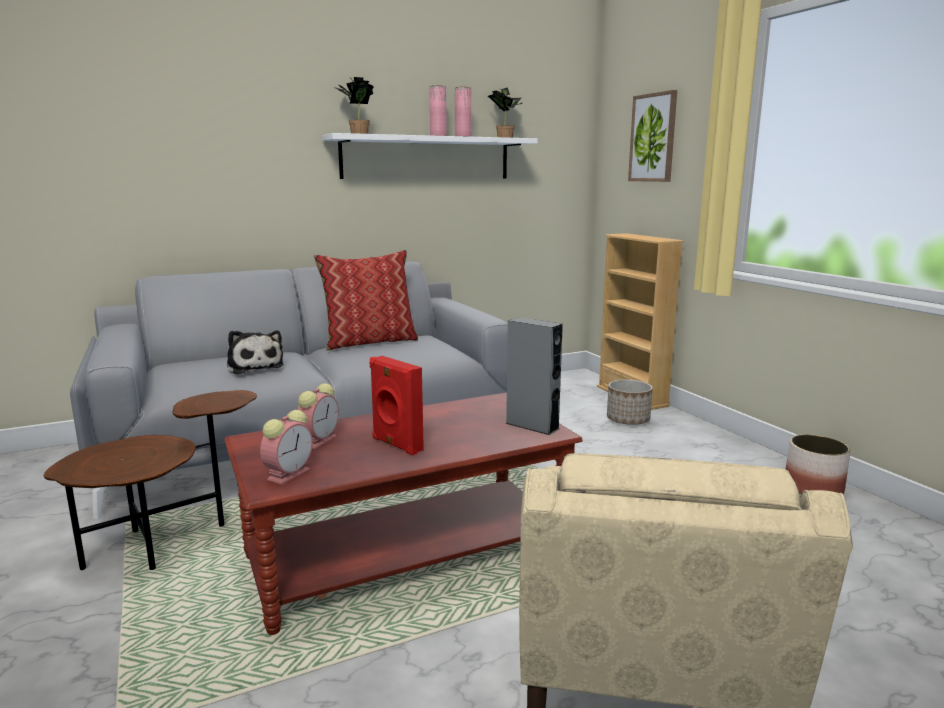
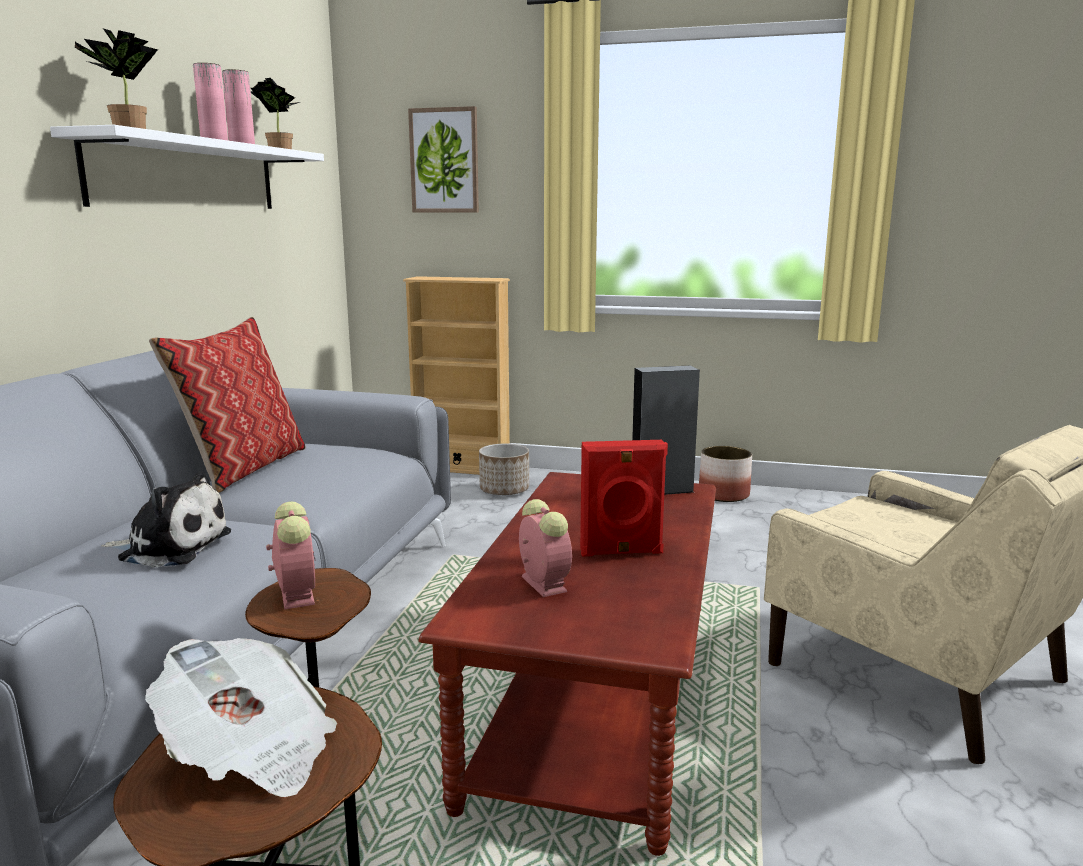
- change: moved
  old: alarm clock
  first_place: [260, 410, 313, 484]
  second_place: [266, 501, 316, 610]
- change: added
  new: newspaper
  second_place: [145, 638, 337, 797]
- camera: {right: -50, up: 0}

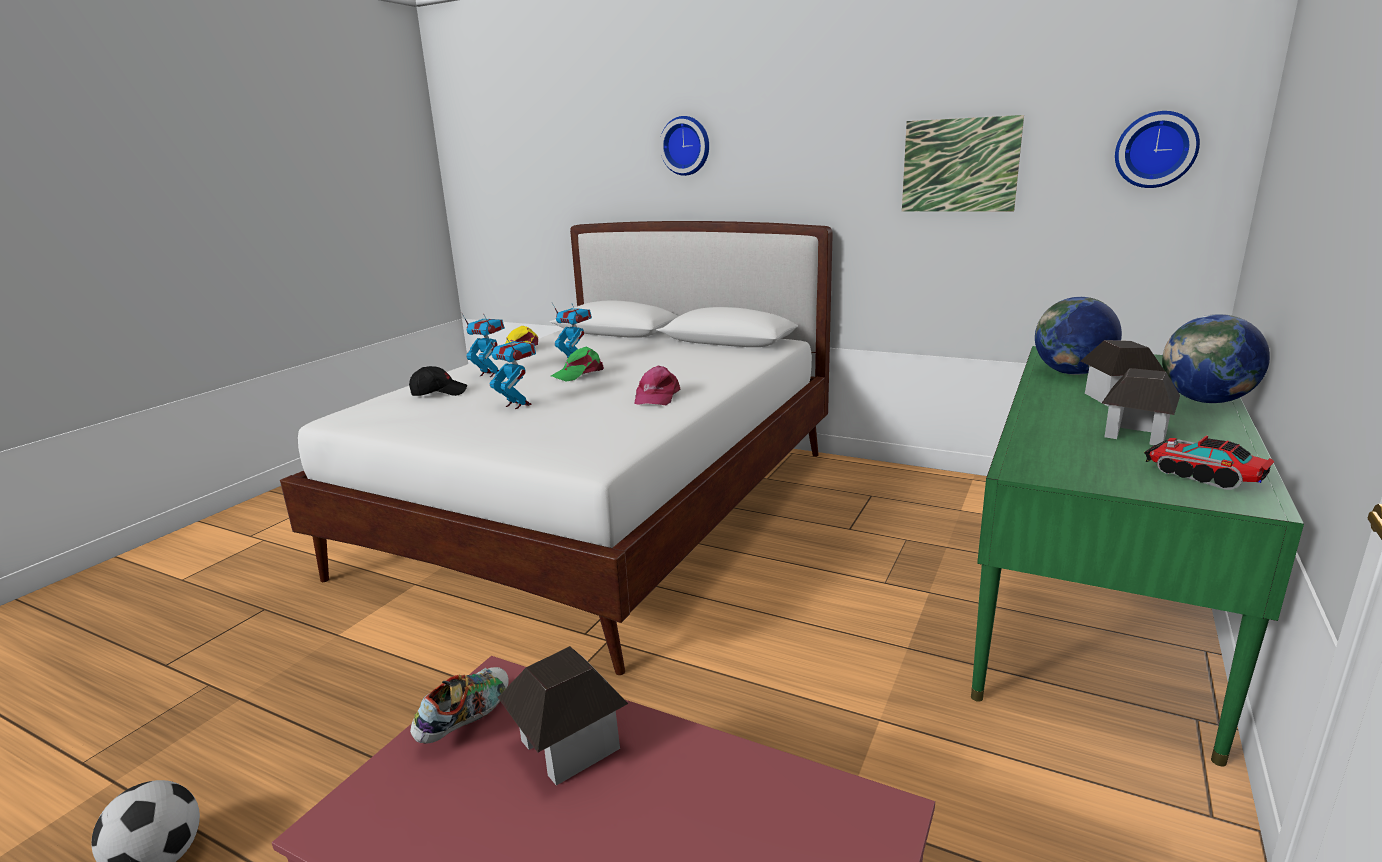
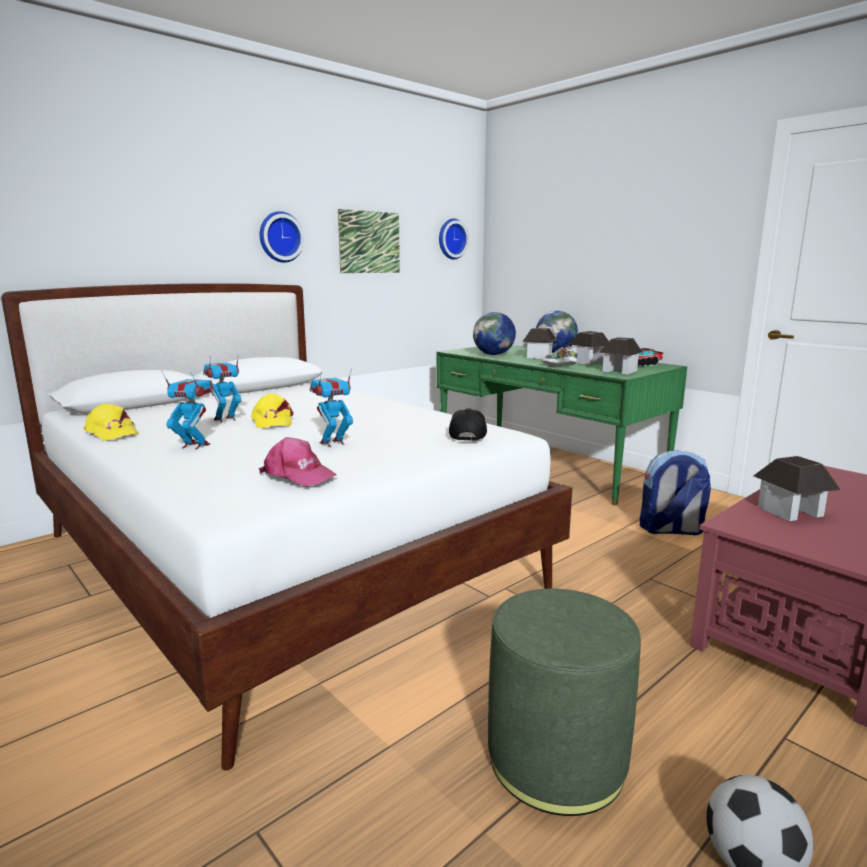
- change: moved
  old: cap in black
  first_place: [409, 366, 467, 396]
  second_place: [449, 408, 487, 441]
- change: moved
  old: shoe
  first_place: [410, 667, 509, 744]
  second_place: [541, 345, 578, 366]
- change: turned
  old: toy robot
  first_place: [462, 314, 505, 377]
  second_place: [161, 371, 215, 450]
  degrees: 60
- change: recoloured
  old: cap in green
  new: cap in yellow
  first_place: [551, 347, 604, 382]
  second_place: [251, 393, 294, 428]
- change: moved
  old: cap in pink
  first_place: [635, 366, 681, 405]
  second_place: [259, 437, 337, 486]
- change: moved
  old: wall clock
  first_place: [660, 116, 709, 176]
  second_place: [260, 211, 304, 263]
- change: added
  new: ottoman in green
  second_place: [488, 589, 641, 816]
- change: added
  new: toy house
  second_place: [599, 337, 642, 374]
- change: added
  new: backpack
  second_place: [640, 450, 711, 535]
- camera: {right: -70, up: -5}

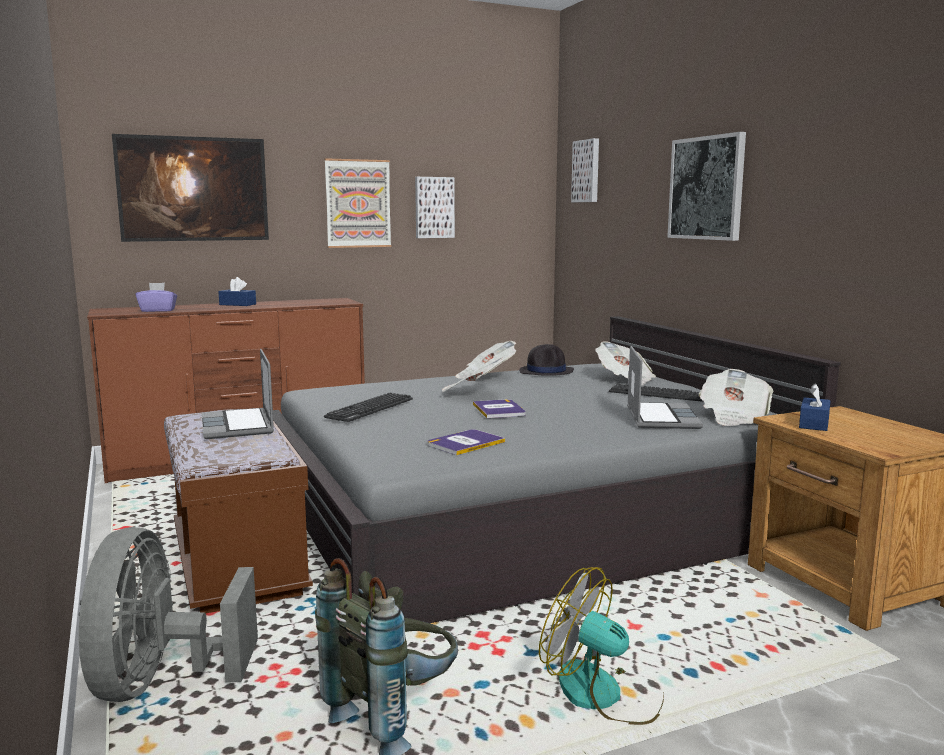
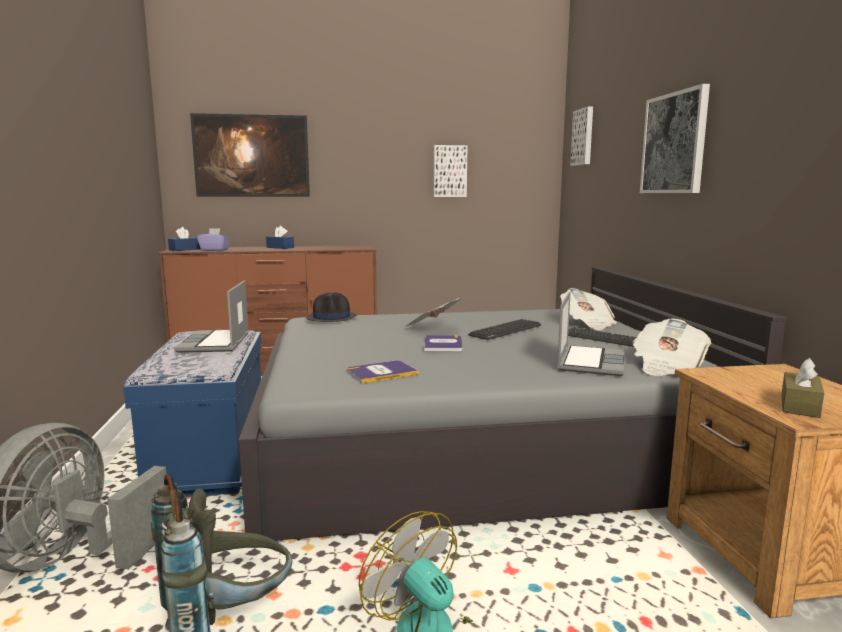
- change: recoloured
  old: bench in brown
  new: bench in blue
  first_place: [164, 409, 313, 614]
  second_place: [123, 329, 262, 497]
- change: moved
  old: keyboard
  first_place: [324, 393, 413, 422]
  second_place: [468, 319, 541, 340]
- change: removed
  old: picture
  first_place: [325, 158, 391, 248]
- change: removed
  old: newspaper
  first_place: [456, 341, 516, 379]
- change: moved
  old: hat in black
  first_place: [519, 344, 574, 376]
  second_place: [306, 292, 357, 322]
- change: moved
  old: tissue box in blue
  first_place: [799, 383, 831, 431]
  second_place: [168, 227, 201, 251]
- change: added
  new: tissue box in brown
  second_place: [781, 358, 824, 418]
- camera: {right: 15, up: 0}

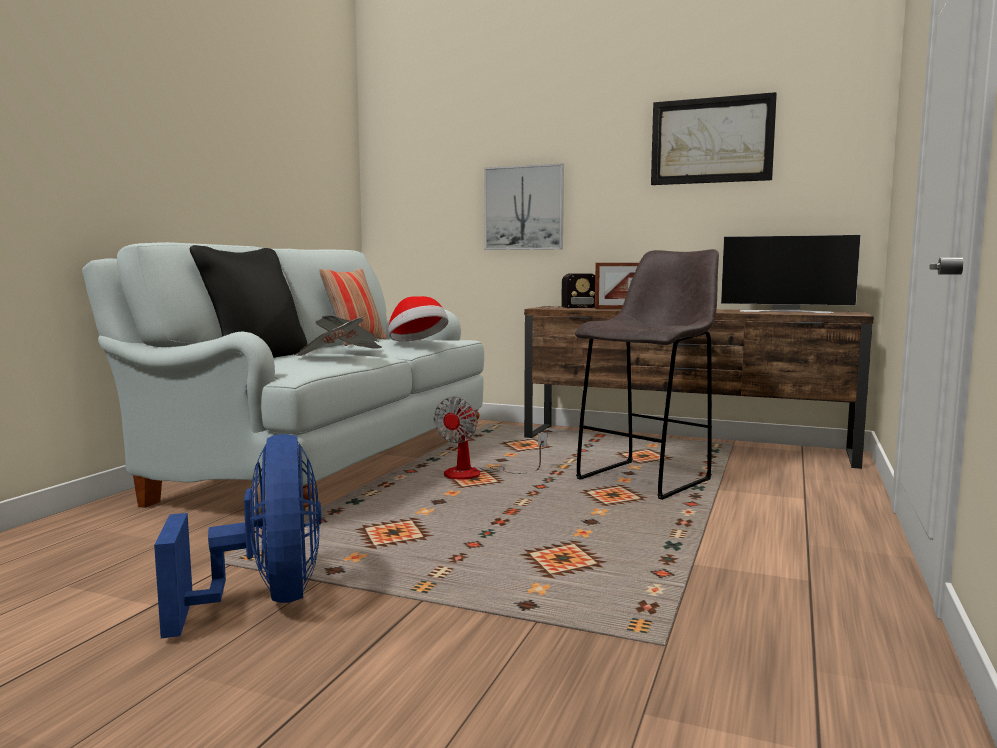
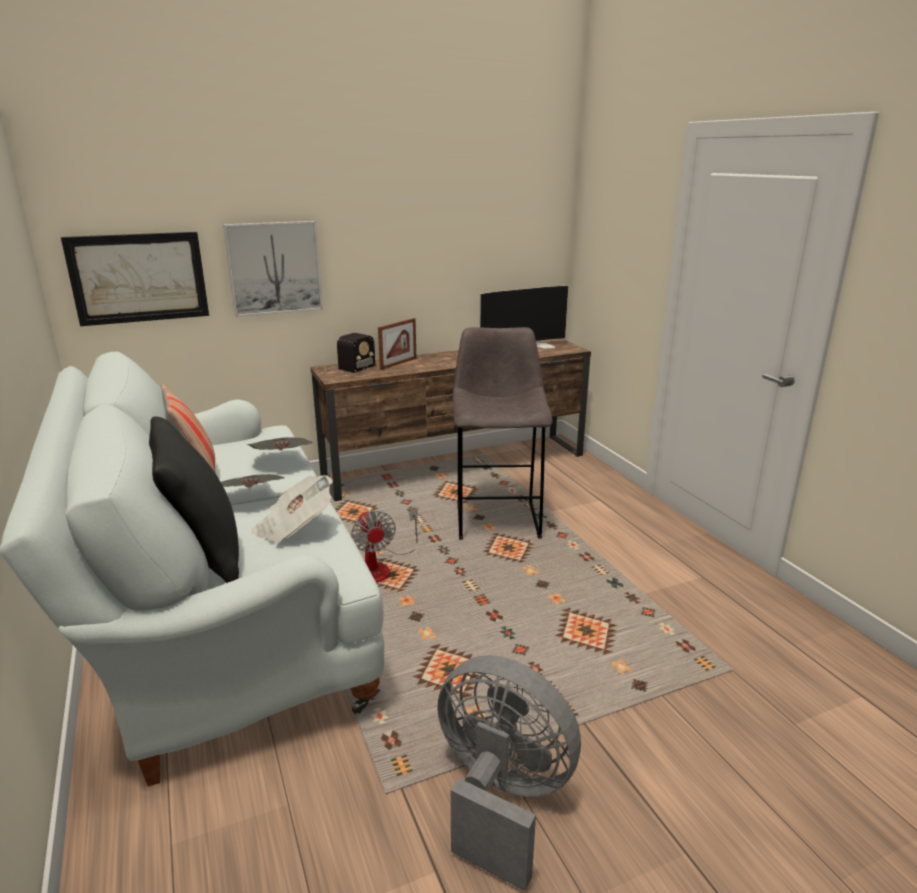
- change: recoloured
  old: fan in blue
  new: fan in grey
  first_place: [154, 434, 322, 639]
  second_place: [437, 655, 581, 891]
- change: replaced
  old: hat
  new: newspaper
  first_place: [388, 296, 448, 341]
  second_place: [246, 437, 313, 450]
- change: moved
  old: picture
  first_place: [651, 92, 777, 185]
  second_place: [61, 232, 209, 326]
- camera: {right: -45, up: 15}

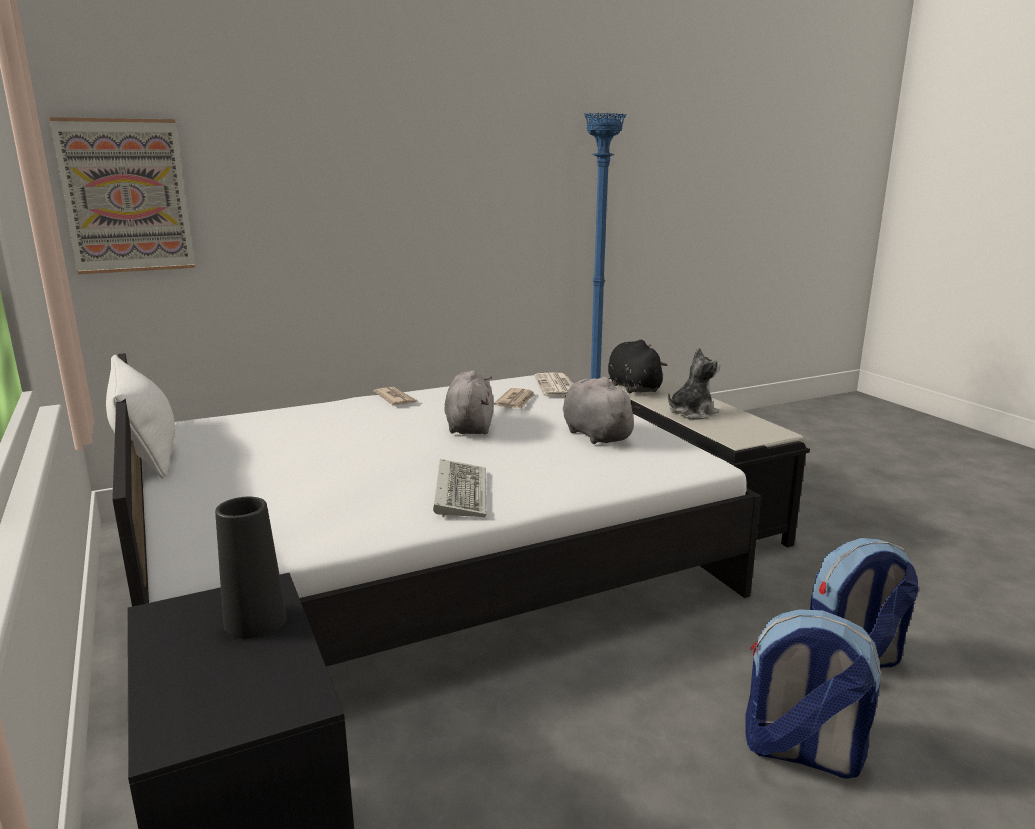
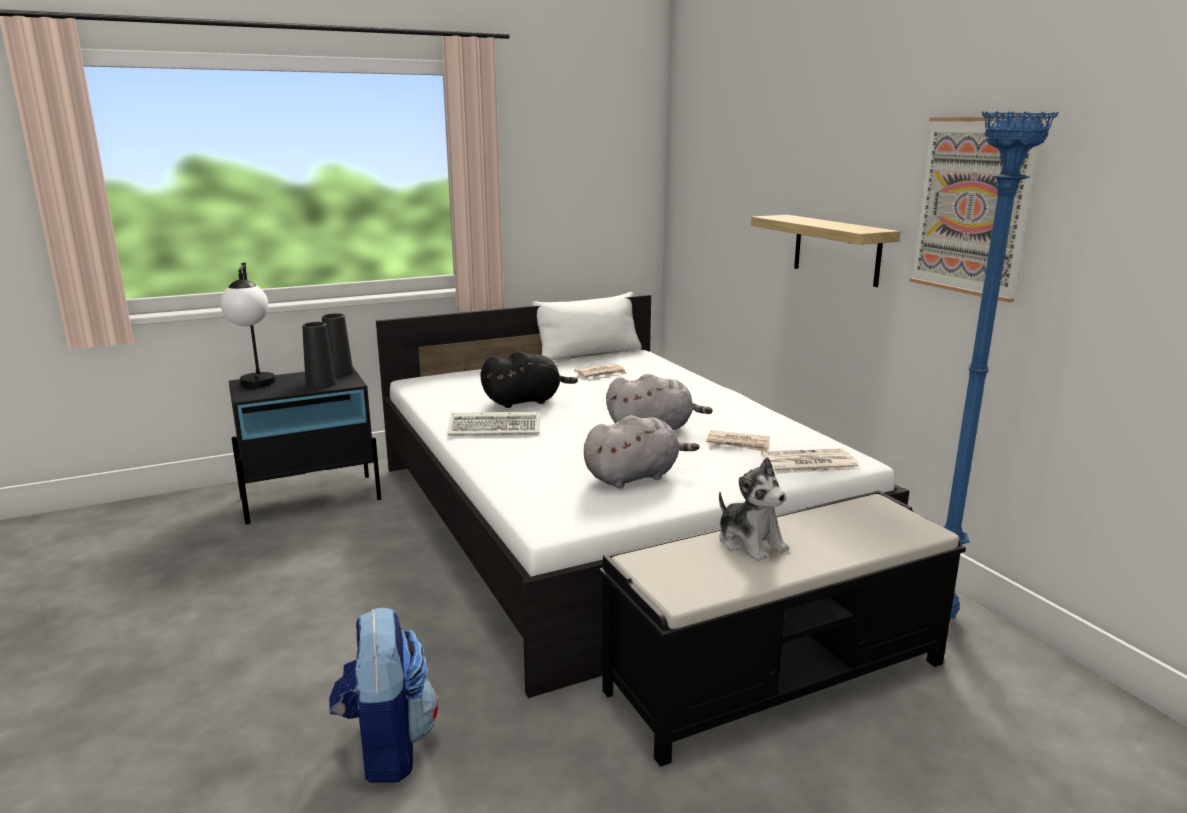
- change: moved
  old: picture
  first_place: [50, 117, 195, 274]
  second_place: [910, 117, 1044, 302]
- change: moved
  old: newspaper
  first_place: [374, 387, 418, 405]
  second_place: [574, 363, 627, 378]
- change: moved
  old: plush toy in black
  first_place: [608, 340, 667, 393]
  second_place: [480, 351, 578, 408]
- change: removed
  old: backpack
  first_place: [745, 609, 881, 779]
- change: added
  new: table lamp
  second_place: [221, 262, 276, 388]
- change: added
  new: vase in black
  second_place: [322, 313, 353, 377]
- change: added
  new: shelf
  second_place: [751, 215, 900, 287]
- camera: {right: 90, up: 0}

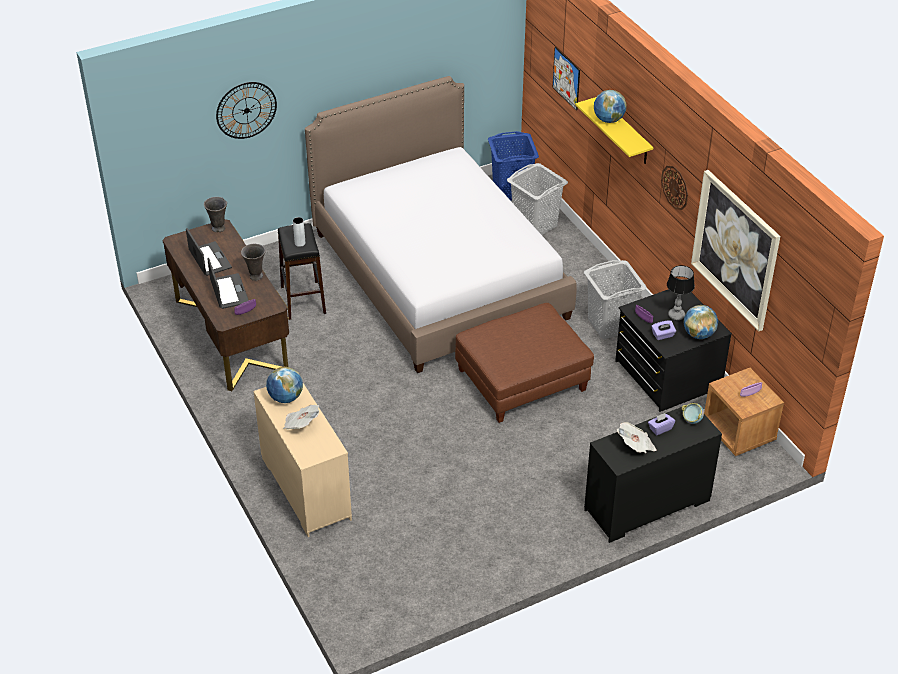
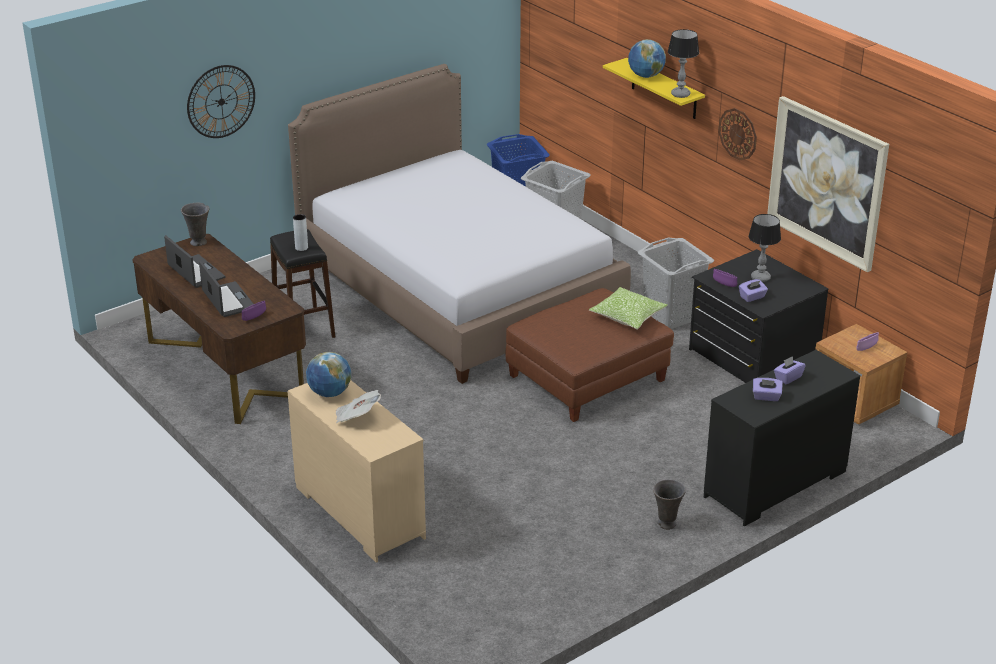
- change: moved
  old: vase in grey
  first_place: [241, 244, 265, 281]
  second_place: [653, 479, 686, 530]
- change: removed
  old: picture
  first_place: [553, 47, 580, 111]
- change: replaced
  old: newspaper
  new: tissue box in purple
  first_place: [617, 422, 657, 453]
  second_place: [753, 378, 783, 401]
- change: removed
  old: bowl
  first_place: [682, 403, 704, 424]
- change: removed
  old: globe
  first_place: [683, 305, 718, 339]
- change: added
  new: pillow
  second_place: [589, 287, 667, 329]
- change: added
  new: table lamp
  second_place: [668, 29, 699, 98]
- camera: {right: -10, up: -10}

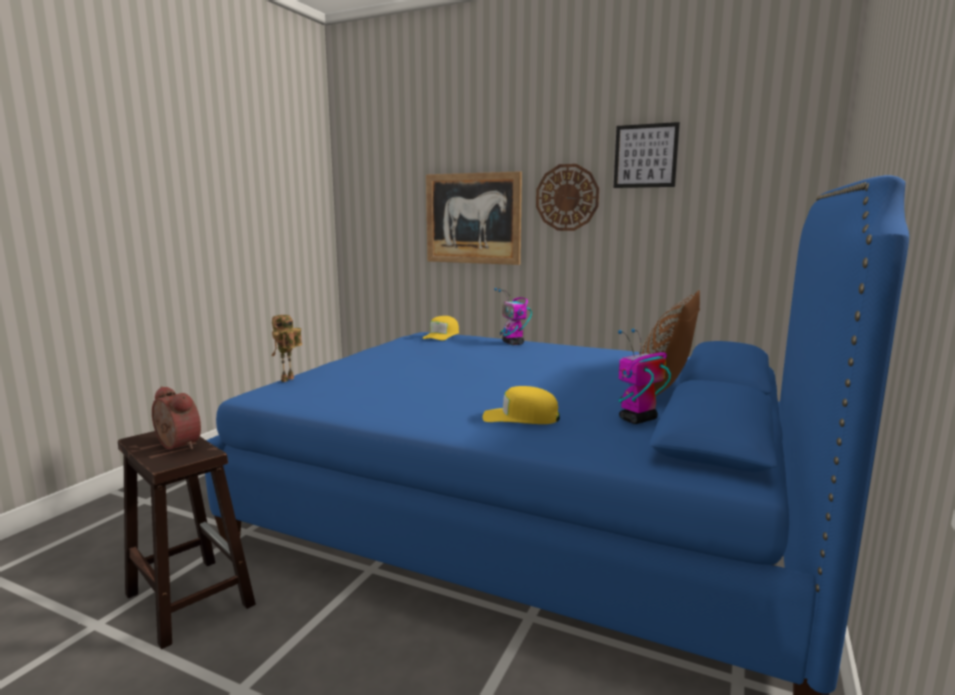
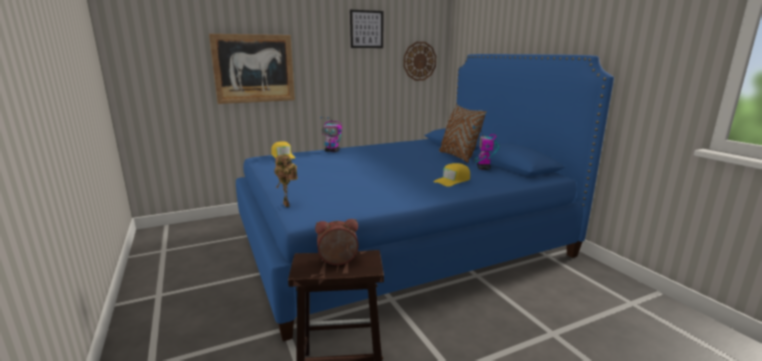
- change: moved
  old: wall clock
  first_place: [536, 164, 599, 231]
  second_place: [404, 42, 436, 81]
- camera: {right: -50, up: 5}

